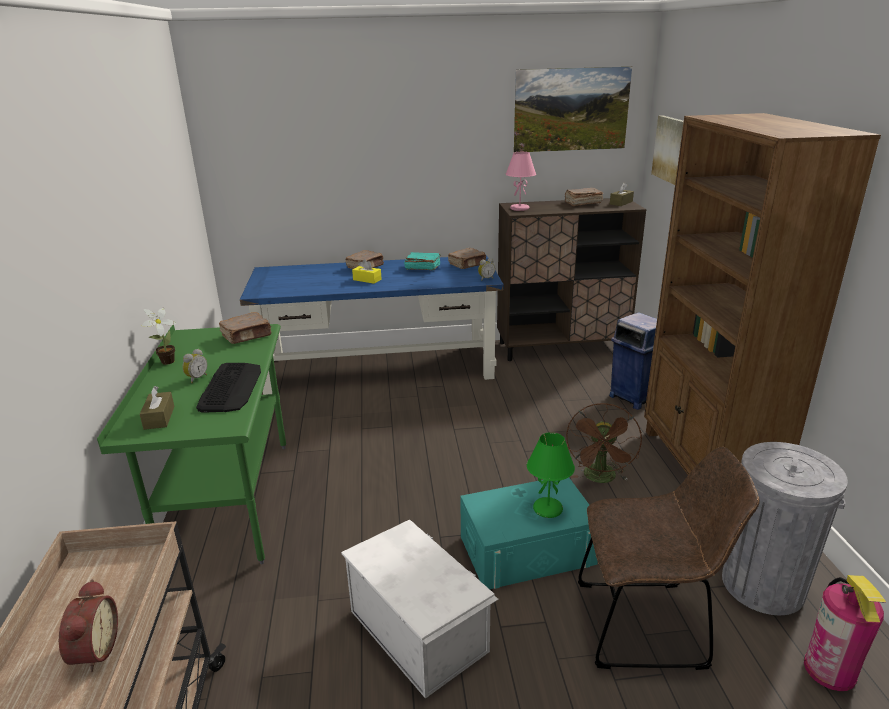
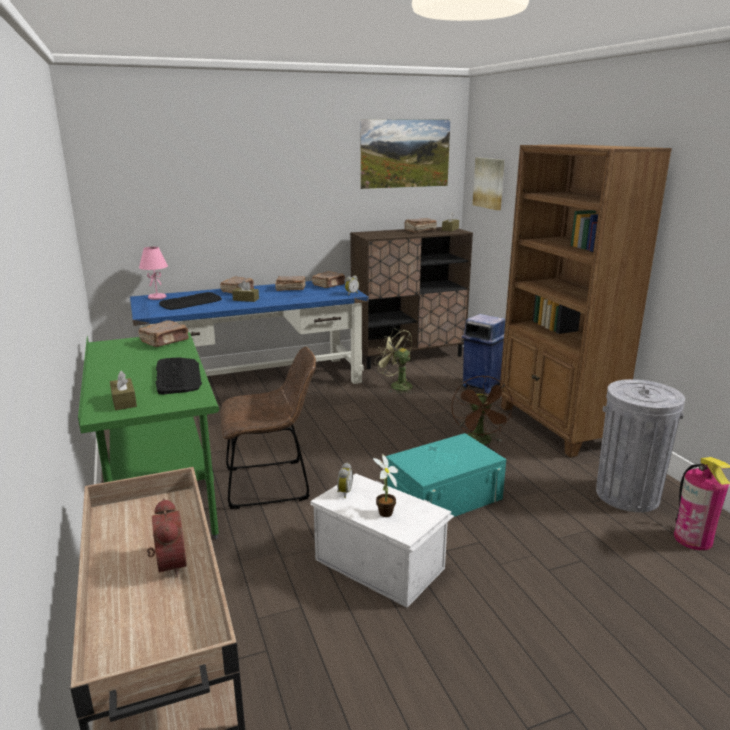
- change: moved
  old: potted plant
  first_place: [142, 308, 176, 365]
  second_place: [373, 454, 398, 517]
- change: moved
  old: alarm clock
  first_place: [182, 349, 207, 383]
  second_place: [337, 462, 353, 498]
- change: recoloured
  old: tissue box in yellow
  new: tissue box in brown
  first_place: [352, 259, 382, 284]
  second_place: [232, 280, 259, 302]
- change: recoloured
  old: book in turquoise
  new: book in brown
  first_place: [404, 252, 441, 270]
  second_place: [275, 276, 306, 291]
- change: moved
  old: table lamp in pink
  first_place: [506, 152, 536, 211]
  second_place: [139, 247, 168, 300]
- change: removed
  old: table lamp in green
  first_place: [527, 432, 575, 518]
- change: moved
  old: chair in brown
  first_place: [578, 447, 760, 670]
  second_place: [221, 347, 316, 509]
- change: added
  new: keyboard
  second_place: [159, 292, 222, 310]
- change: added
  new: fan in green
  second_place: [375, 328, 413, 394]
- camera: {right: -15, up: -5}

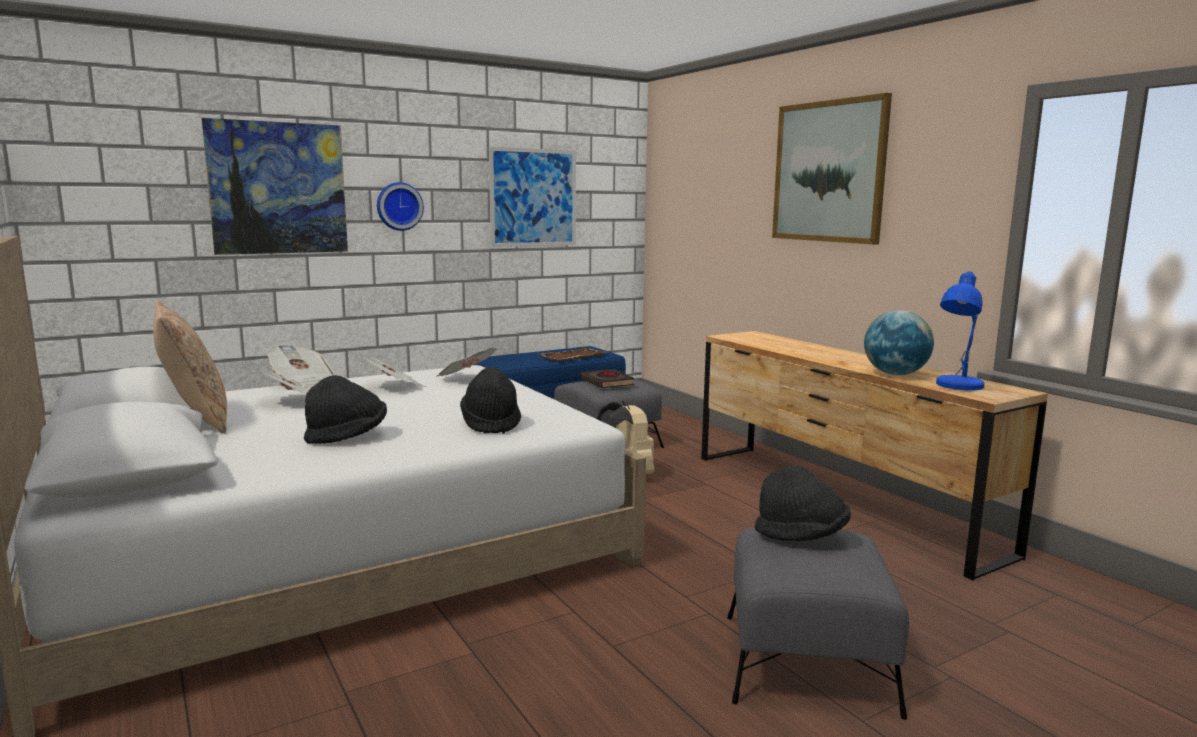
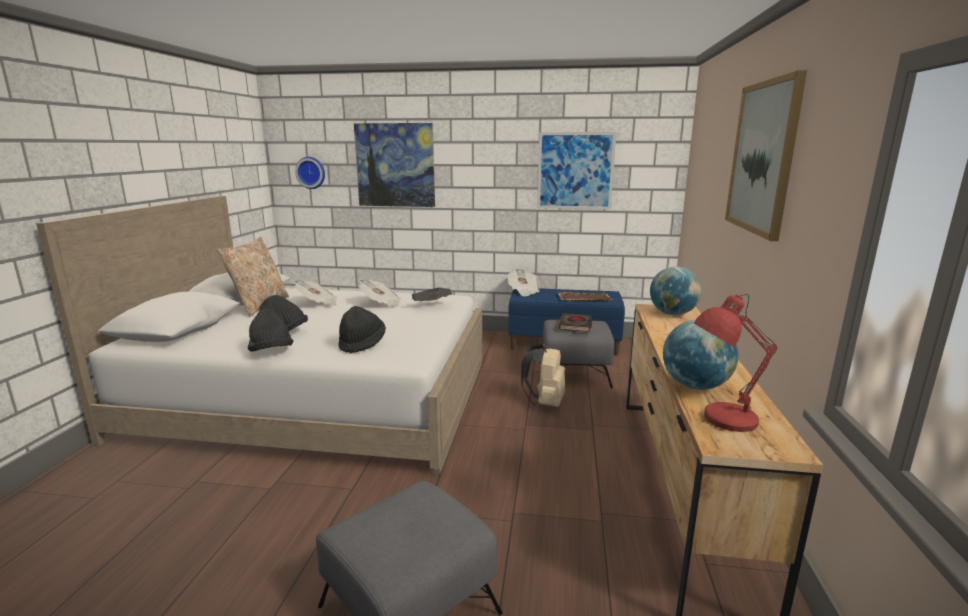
- change: moved
  old: newspaper
  first_place: [267, 344, 334, 389]
  second_place: [508, 269, 540, 296]
- change: moved
  old: wall clock
  first_place: [377, 182, 424, 231]
  second_place: [295, 157, 325, 189]
- change: moved
  old: hat in black
  first_place: [755, 465, 851, 541]
  second_place: [248, 309, 293, 352]
- change: recoloured
  old: table lamp in blue
  new: table lamp in red
  first_place: [936, 271, 984, 391]
  second_place: [694, 294, 777, 432]
- change: added
  new: globe
  second_place: [650, 266, 702, 315]
- camera: {right: 40, up: 5}

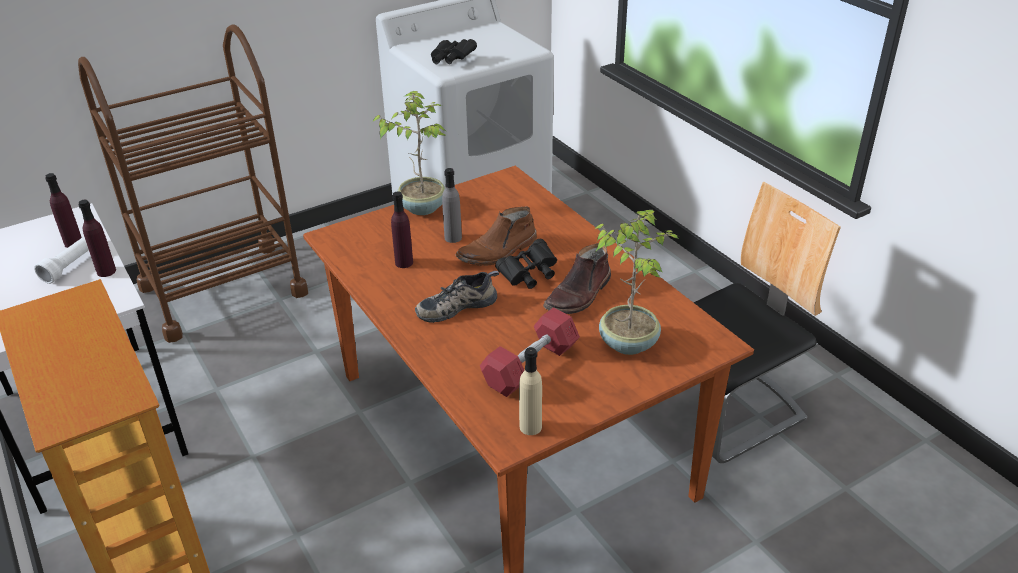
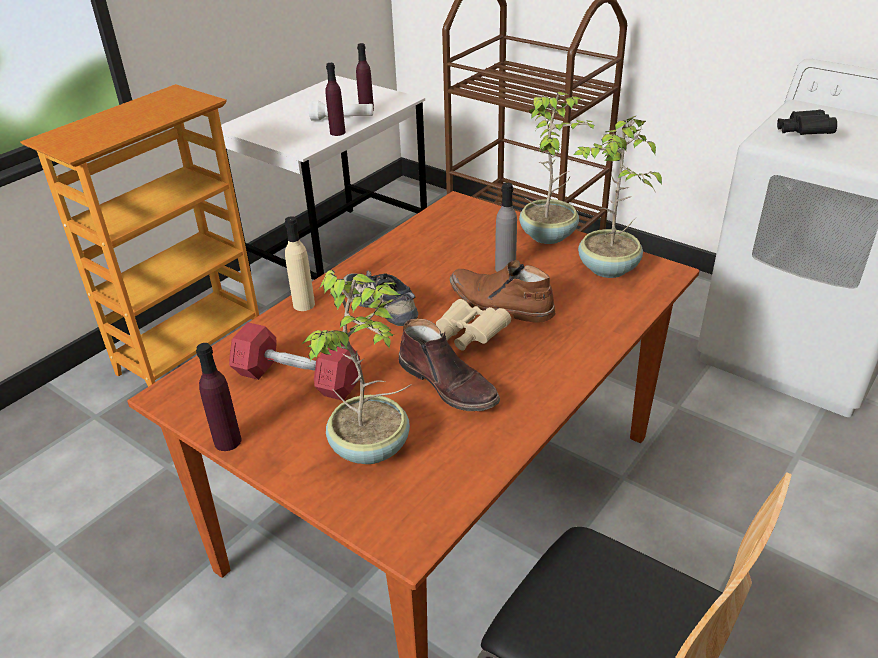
- change: moved
  old: bottle in purple
  first_place: [391, 191, 413, 268]
  second_place: [196, 343, 241, 451]
- change: recoloured
  old: binoculars in black
  new: binoculars in beige
  first_place: [495, 239, 557, 289]
  second_place: [436, 299, 511, 351]
- change: moved
  old: bottle in beige
  first_place: [519, 347, 542, 435]
  second_place: [285, 216, 315, 311]
- change: turned
  old: boot in brown
  first_place: [543, 243, 611, 314]
  second_place: [399, 319, 500, 411]
  degrees: -150
- change: added
  new: potted plant
  second_place: [573, 116, 662, 278]
- camera: {right: 70, up: 0}

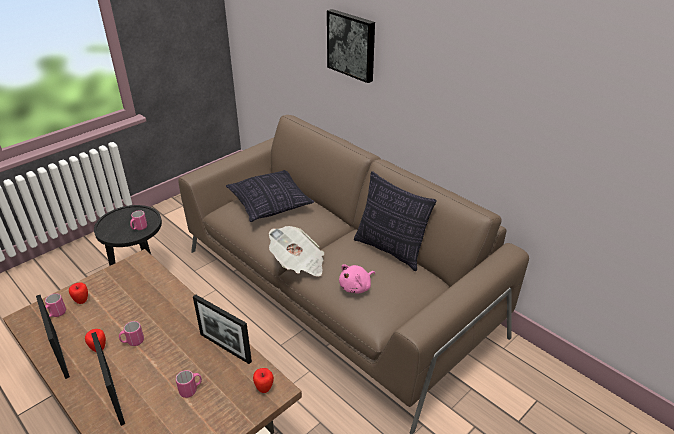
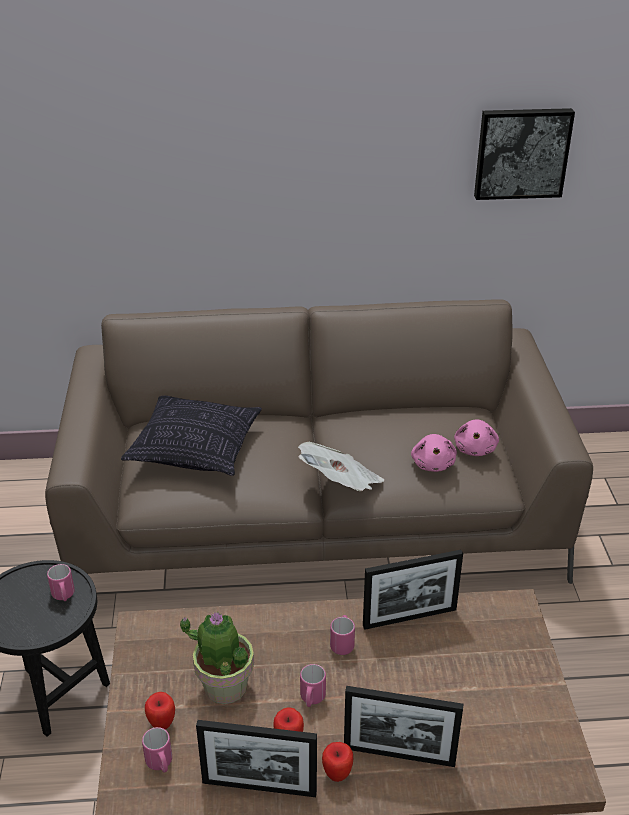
- change: moved
  old: mug in pink
  first_place: [176, 370, 202, 398]
  second_place: [330, 615, 355, 655]
- change: moved
  old: apple
  first_place: [253, 368, 274, 393]
  second_place: [322, 742, 353, 782]
- change: moved
  old: picture
  first_place: [327, 9, 375, 83]
  second_place: [474, 108, 575, 200]
- change: removed
  old: pillow
  first_place: [354, 171, 437, 271]
- change: added
  new: potted plant
  second_place: [180, 612, 254, 704]
- change: added
  new: plush toy in pink
  second_place: [454, 419, 499, 456]
- camera: {right: -50, up: 0}

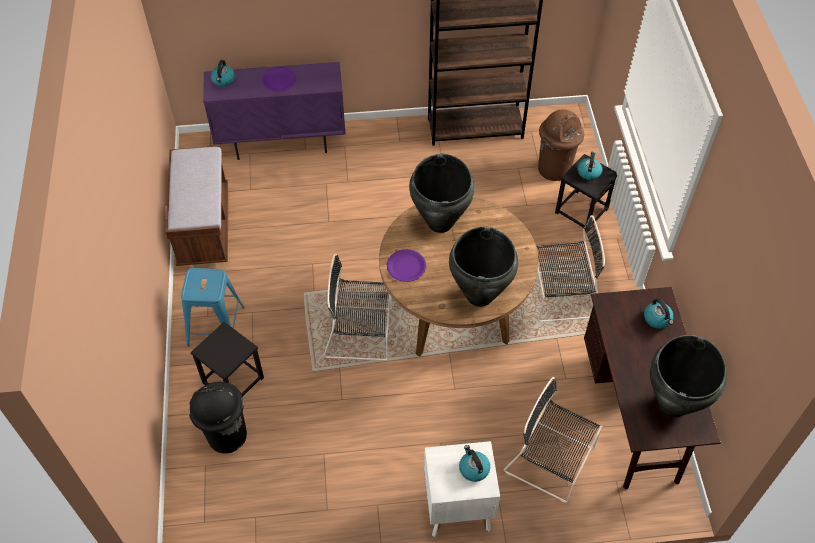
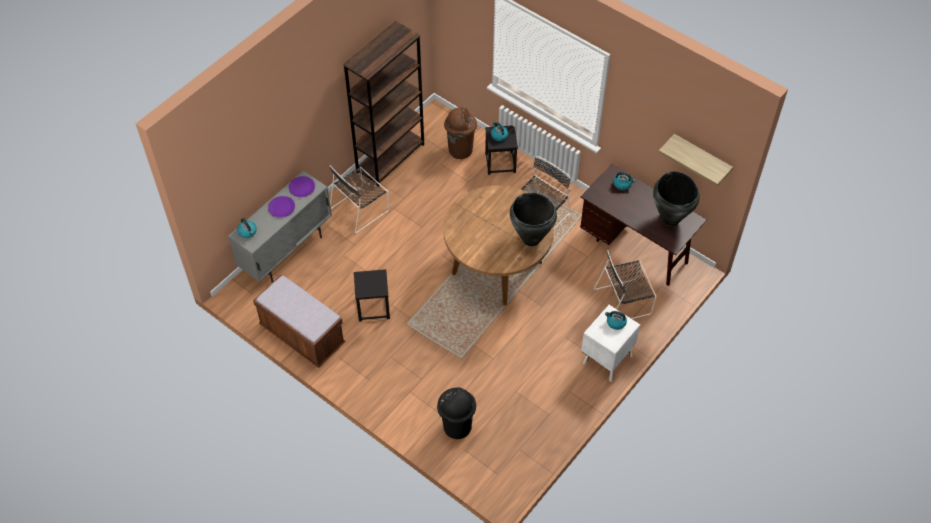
- change: removed
  old: stool in blue
  first_place: [181, 268, 245, 347]
- change: moved
  old: stool in black
  first_place: [191, 322, 264, 396]
  second_place: [354, 269, 390, 322]
- change: recoloured
  old: cabinet in purple
  new: cabinet in grey
  first_place: [203, 62, 346, 160]
  second_place: [228, 171, 332, 283]
- change: moved
  old: chair in black
  first_place: [323, 254, 392, 360]
  second_place: [330, 165, 389, 233]
- change: moved
  old: plate in purple
  first_place: [387, 249, 426, 282]
  second_place: [289, 176, 315, 197]
- change: removed
  old: vase in black
  first_place: [409, 154, 475, 233]
- change: added
  new: shelf
  second_place: [658, 134, 733, 186]
- camera: {right: -45, up: 0}

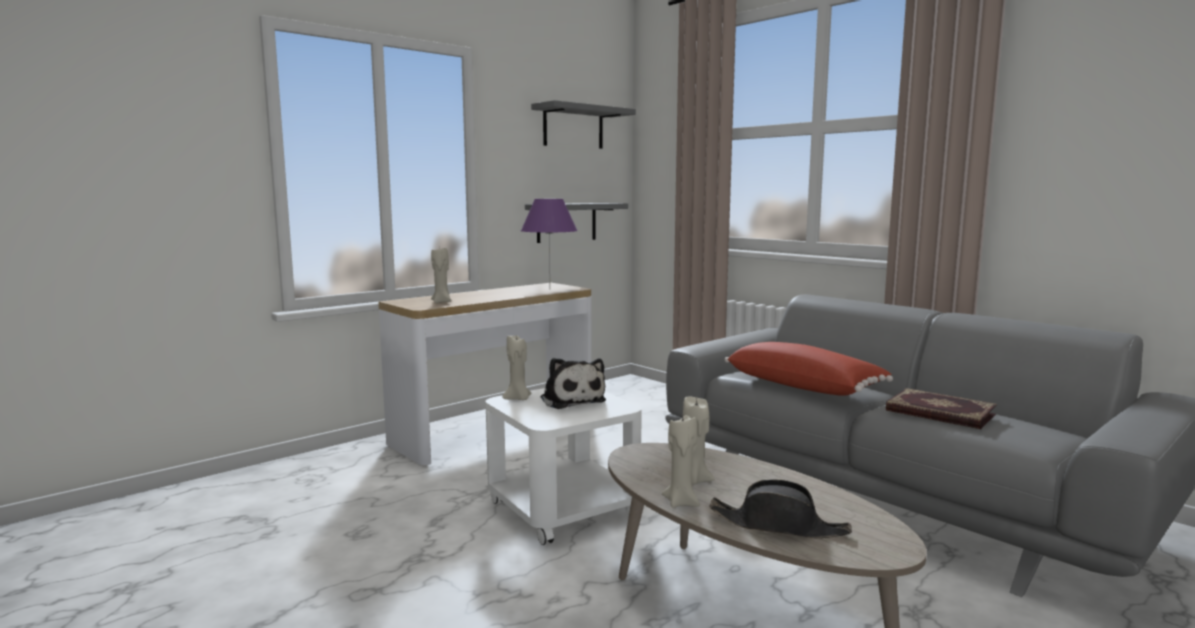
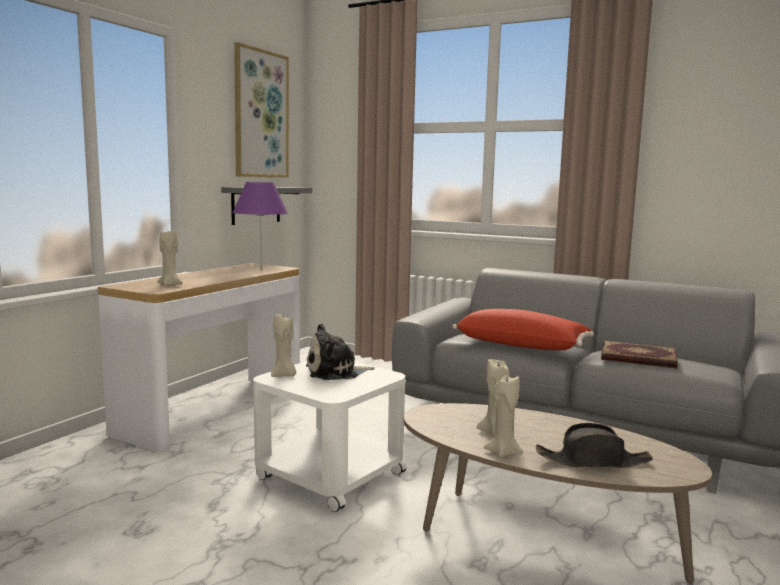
- change: replaced
  old: shelf in grey
  new: picture
  first_place: [531, 100, 636, 149]
  second_place: [234, 42, 289, 178]
- change: turned
  old: plush toy
  first_place: [541, 358, 606, 409]
  second_place: [306, 324, 375, 380]
  degrees: 120
- camera: {right: -20, up: 0}

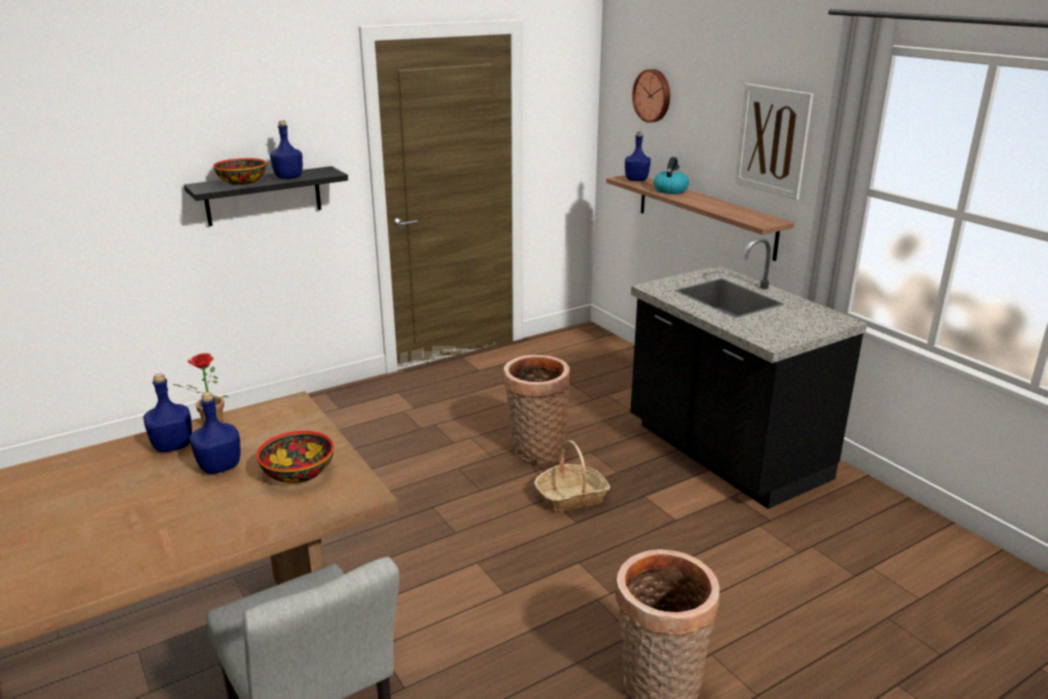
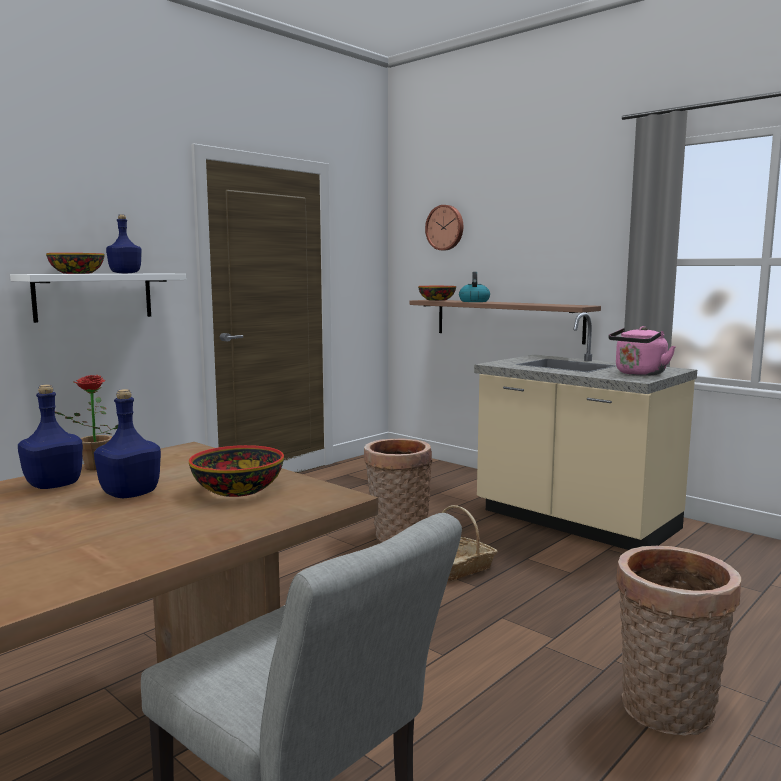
- change: recoloured
  old: shelf in black
  new: shelf in white
  first_place: [184, 166, 348, 226]
  second_place: [10, 274, 186, 323]
- change: replaced
  old: bottle in blue
  new: bowl
  first_place: [625, 132, 651, 181]
  second_place: [418, 286, 456, 301]
- change: recoloured
  old: counter in black
  new: counter in beige
  first_place: [630, 238, 867, 509]
  second_place: [474, 312, 697, 550]
- change: removed
  old: picture
  first_place: [735, 84, 814, 200]
- change: added
  new: kettle in pink
  second_place: [608, 326, 676, 376]
- camera: {right: -15, up: -15}

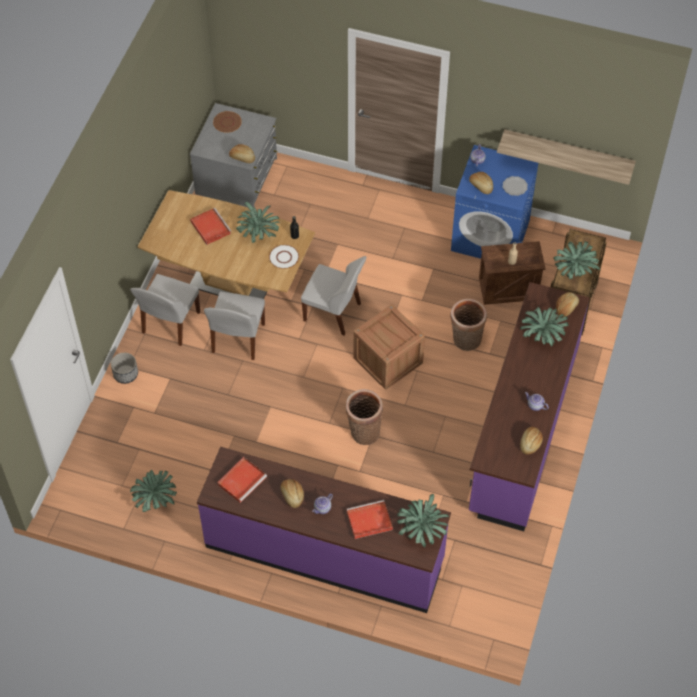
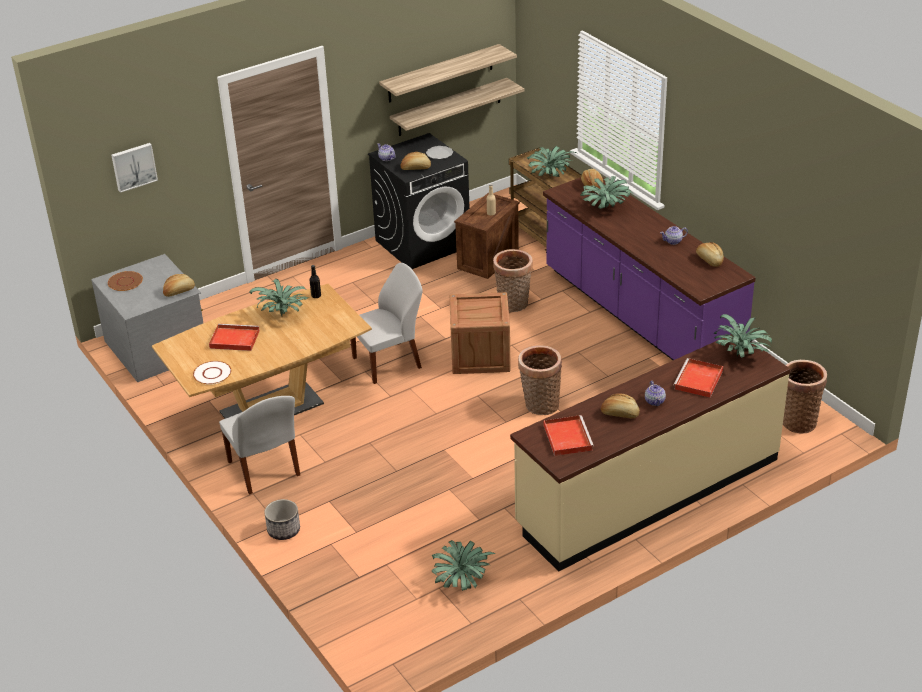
- change: recoloured
  old: counter in purple
  new: counter in beige
  first_place: [197, 447, 451, 613]
  second_place: [510, 334, 790, 572]
- change: removed
  old: chair in white
  first_place: [204, 292, 265, 360]
- change: moved
  old: plate in white
  first_place: [269, 245, 299, 269]
  second_place: [193, 361, 231, 385]
- change: recoloured
  old: washing machine in blue
  new: washing machine in black
  first_place: [451, 145, 538, 259]
  second_place: [368, 133, 469, 269]
- change: added
  new: picture
  second_place: [111, 143, 158, 193]
- change: added
  new: shelf
  second_place: [379, 44, 517, 103]
- change: added
  new: basket
  second_place: [783, 360, 827, 433]
- camera: {right: -50, up: -20}

